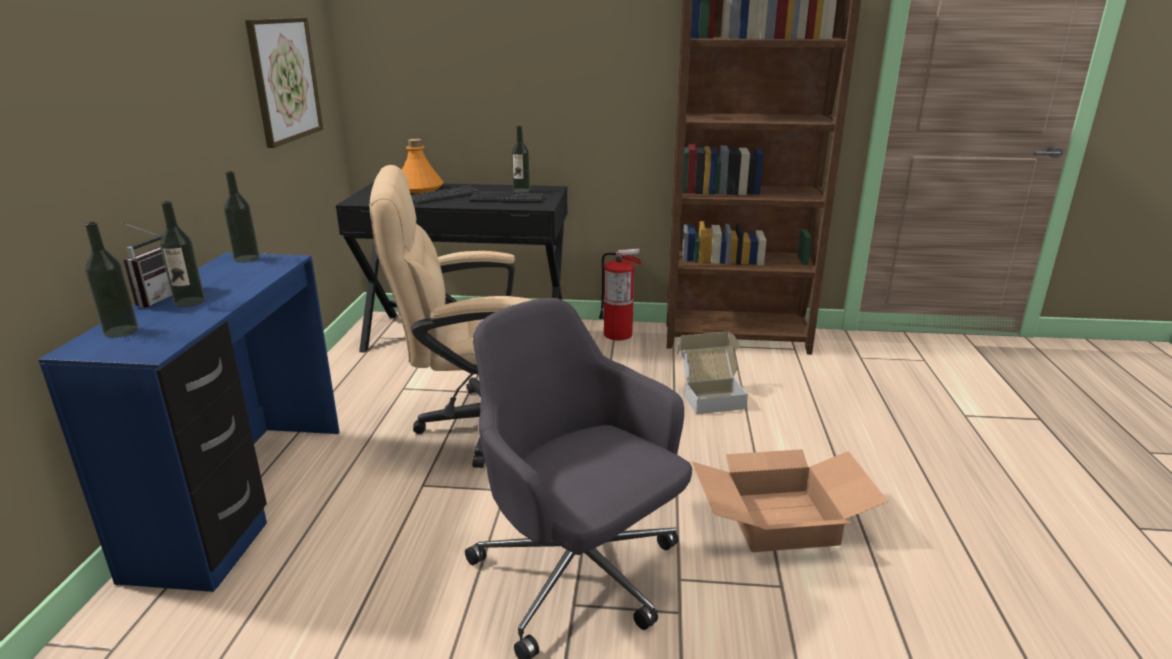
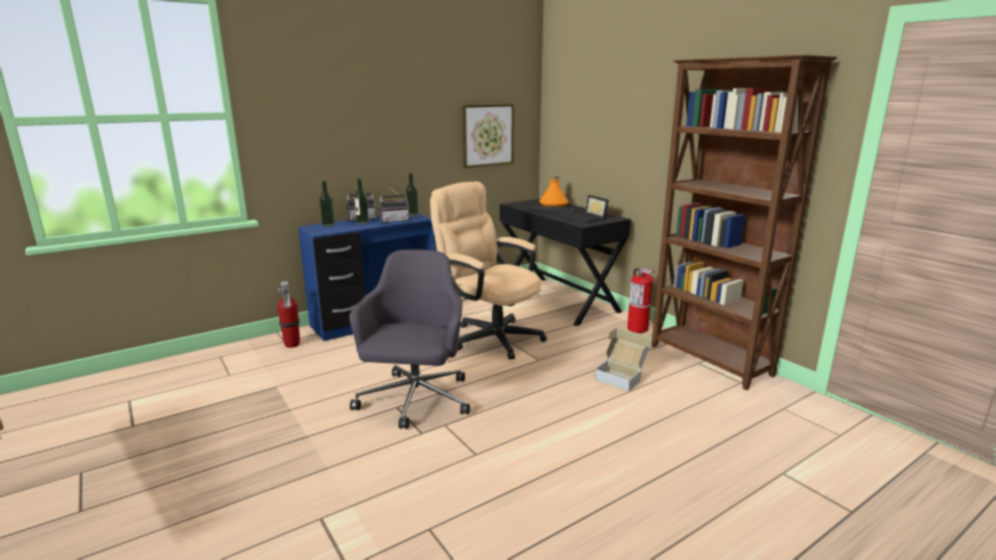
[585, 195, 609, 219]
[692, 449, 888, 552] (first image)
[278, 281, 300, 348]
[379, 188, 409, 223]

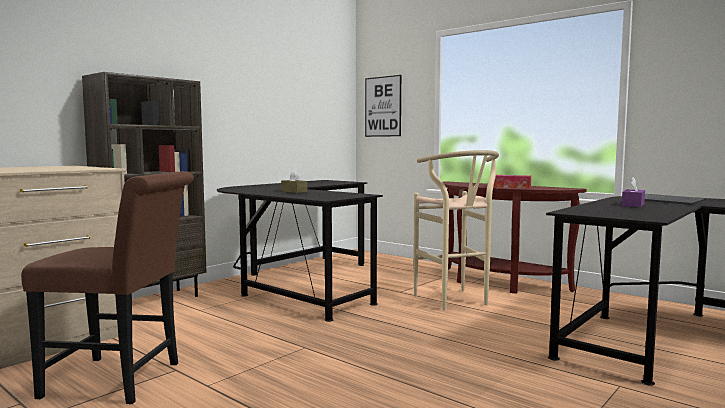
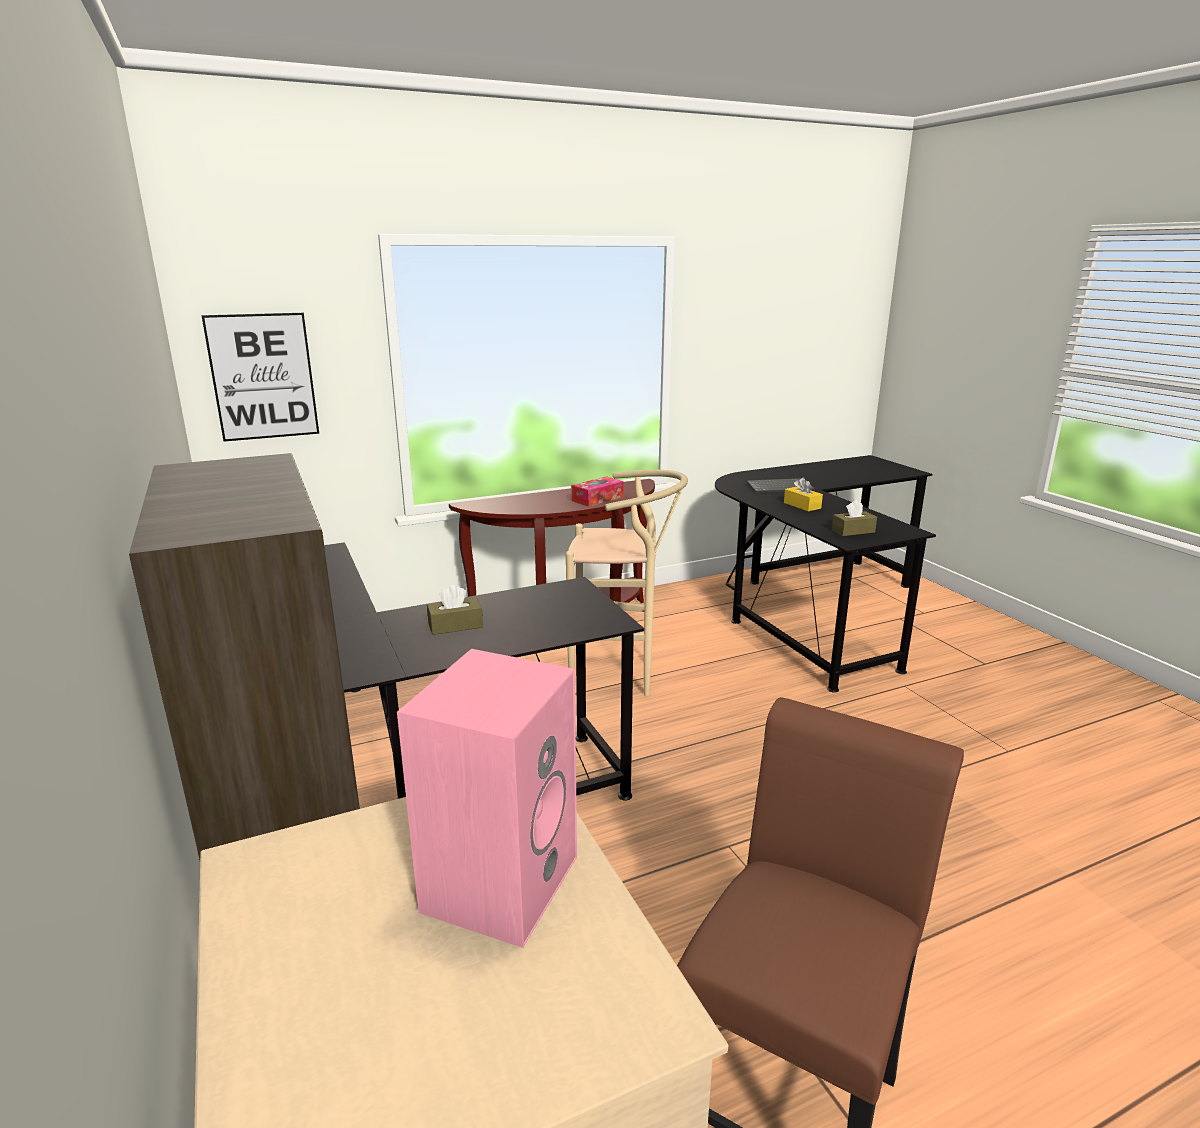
[784, 478, 823, 512]
[397, 649, 577, 948]
[832, 500, 877, 536]

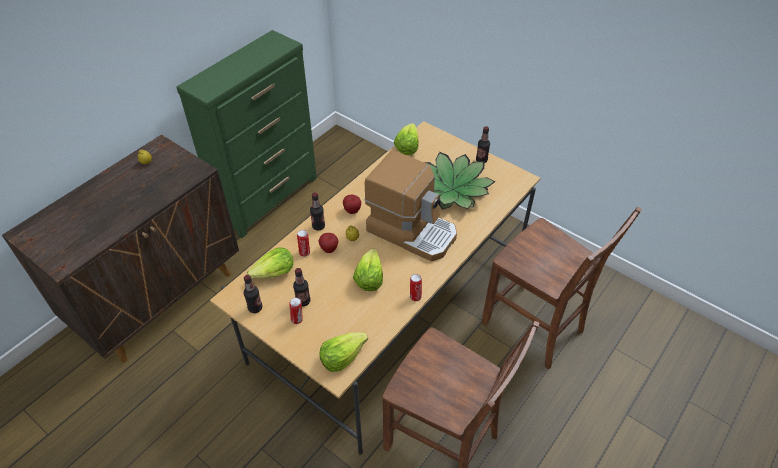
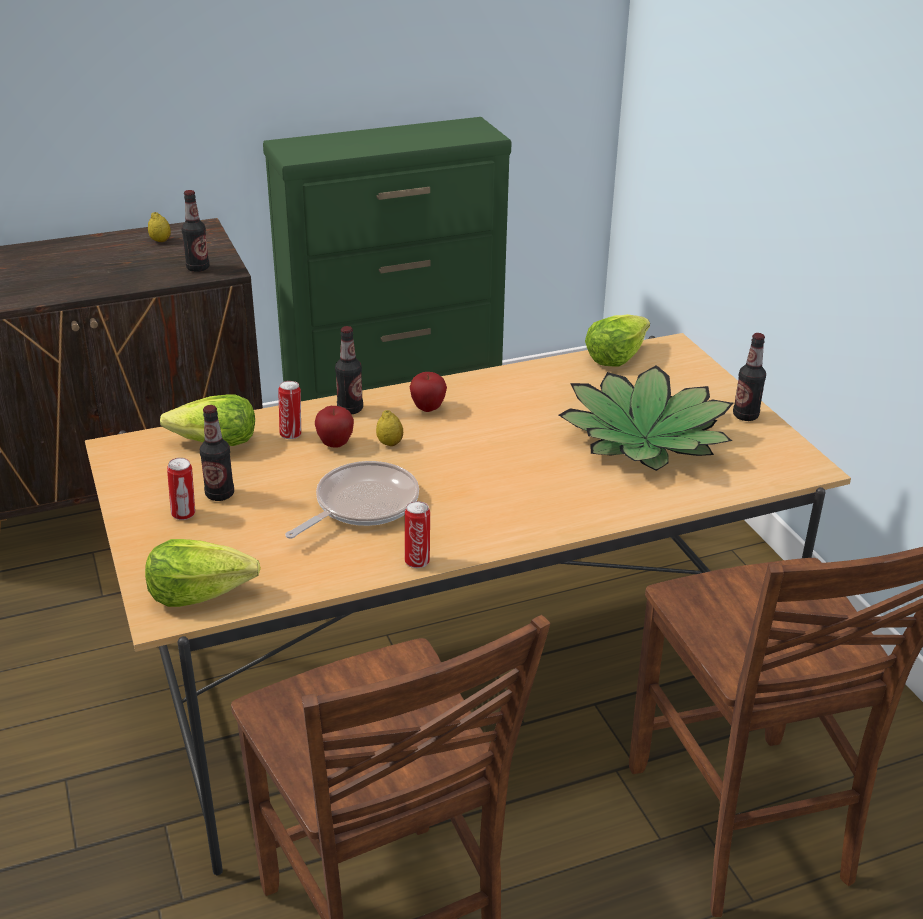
[182, 190, 209, 272]
[285, 461, 419, 539]
[365, 150, 457, 261] (first image)

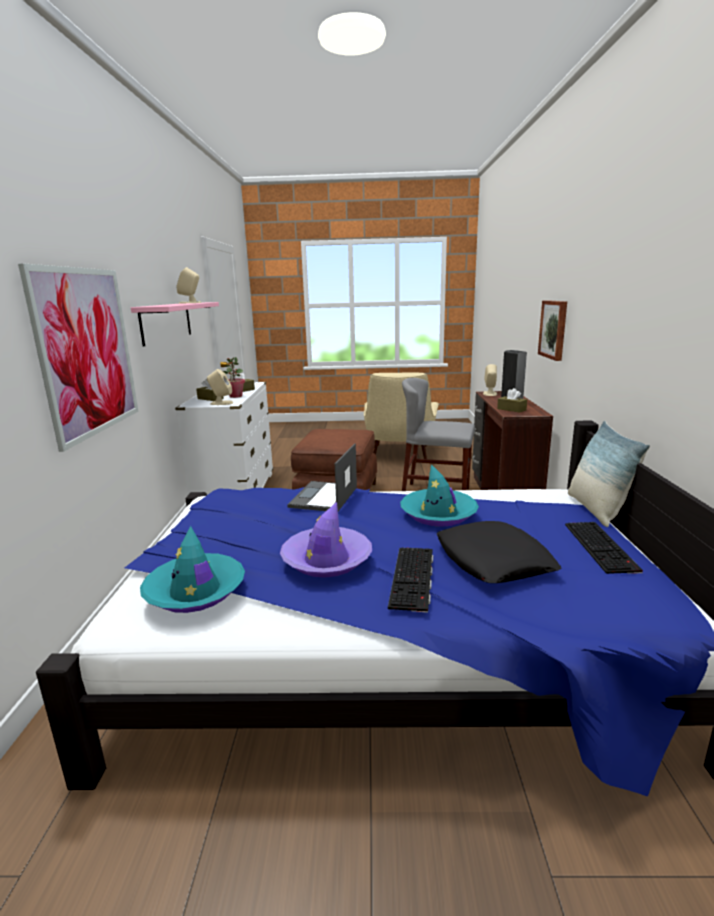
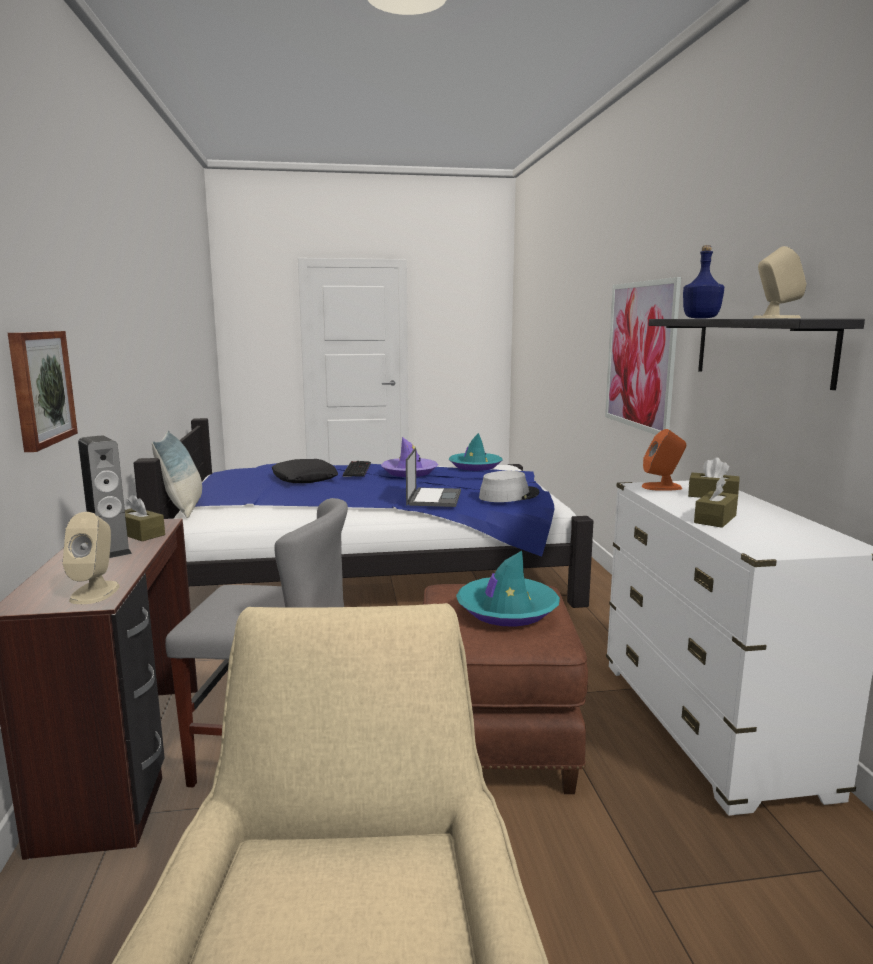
[648, 319, 865, 390]
[642, 429, 686, 491]
[223, 357, 245, 398] (first image)
[456, 551, 560, 627]
[565, 522, 643, 574] (first image)
[479, 471, 539, 502]
[683, 245, 724, 319]

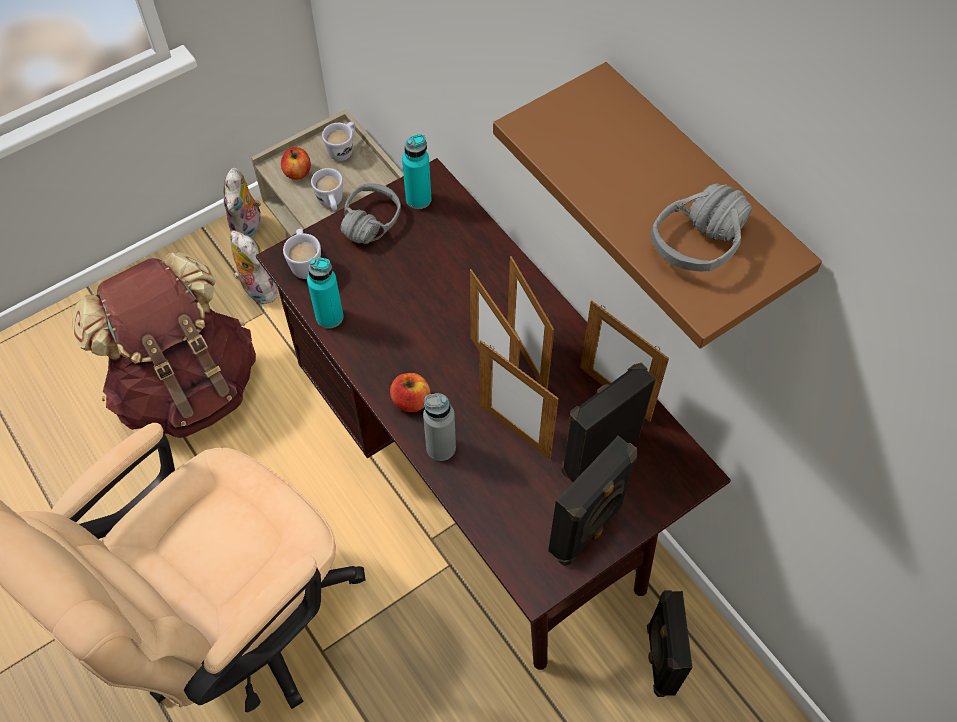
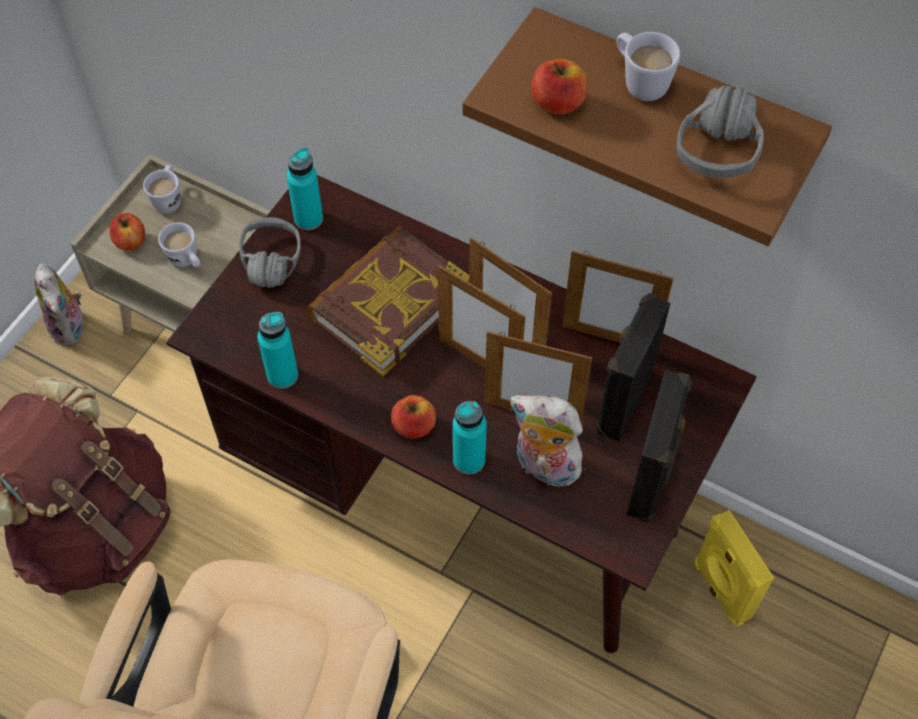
[510, 394, 583, 490]
[617, 32, 681, 101]
[453, 401, 487, 475]
[694, 510, 774, 627]
[306, 226, 469, 376]
[531, 59, 588, 114]

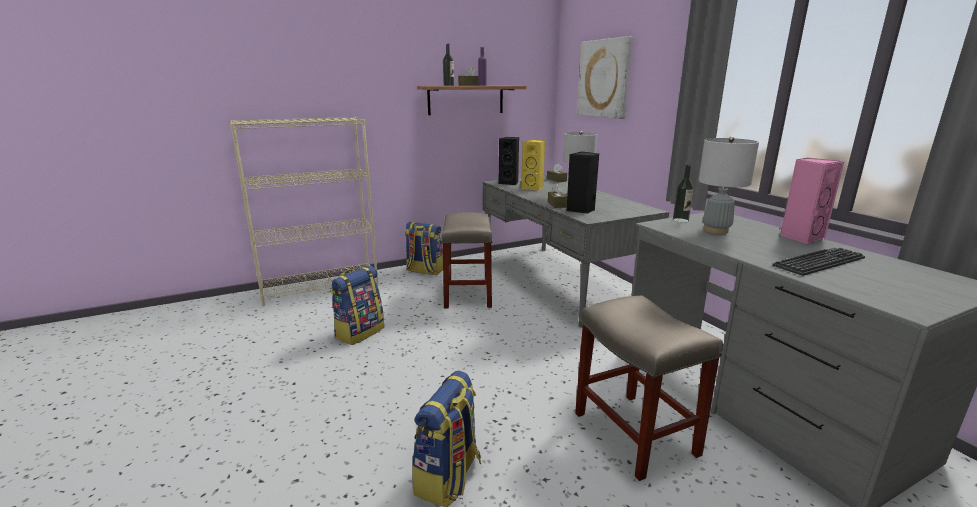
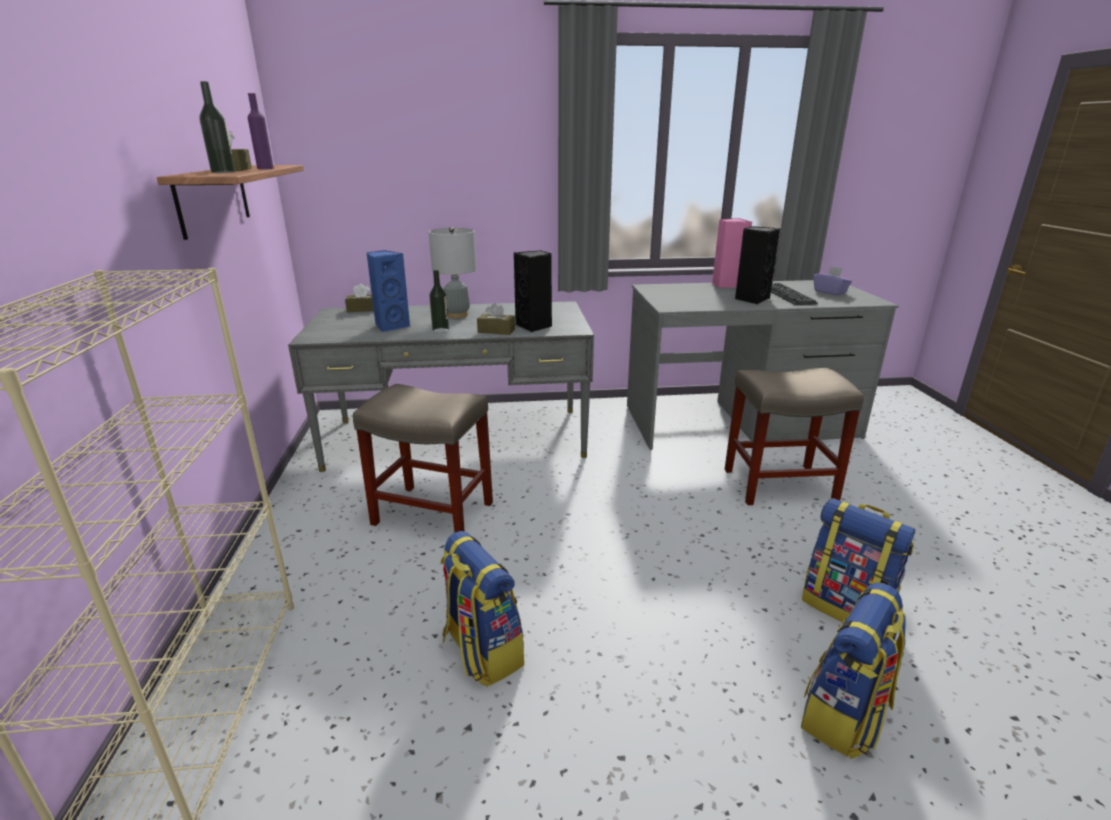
[801, 583, 906, 759]
[735, 226, 781, 304]
[366, 250, 410, 332]
[577, 36, 632, 119] (first image)
[429, 270, 449, 333]
[699, 136, 759, 234] (first image)
[814, 266, 852, 295]

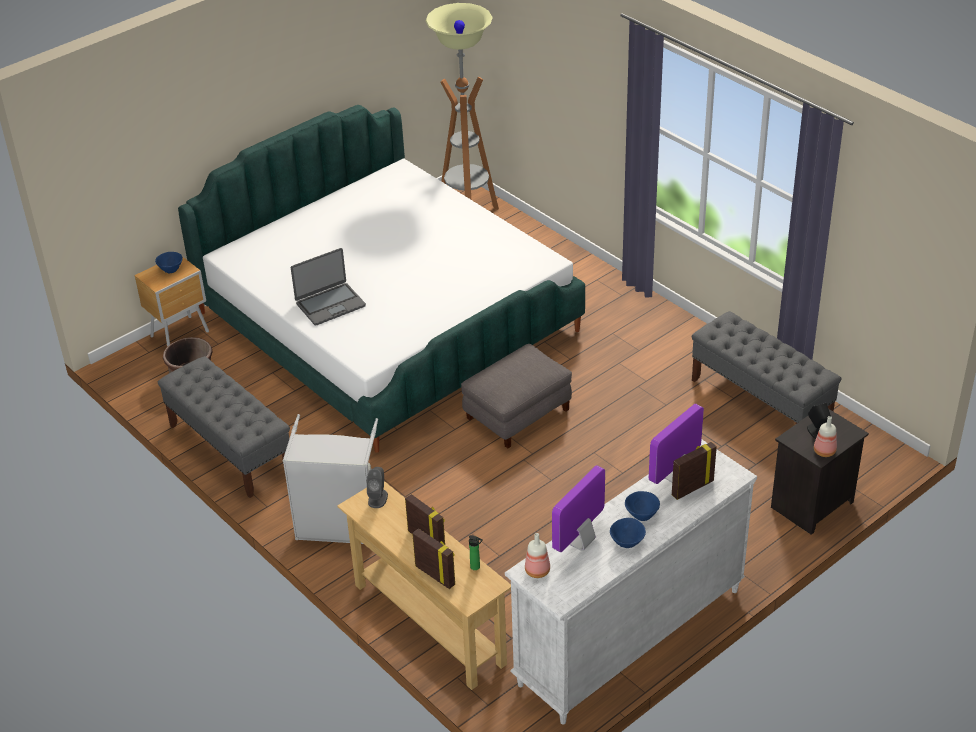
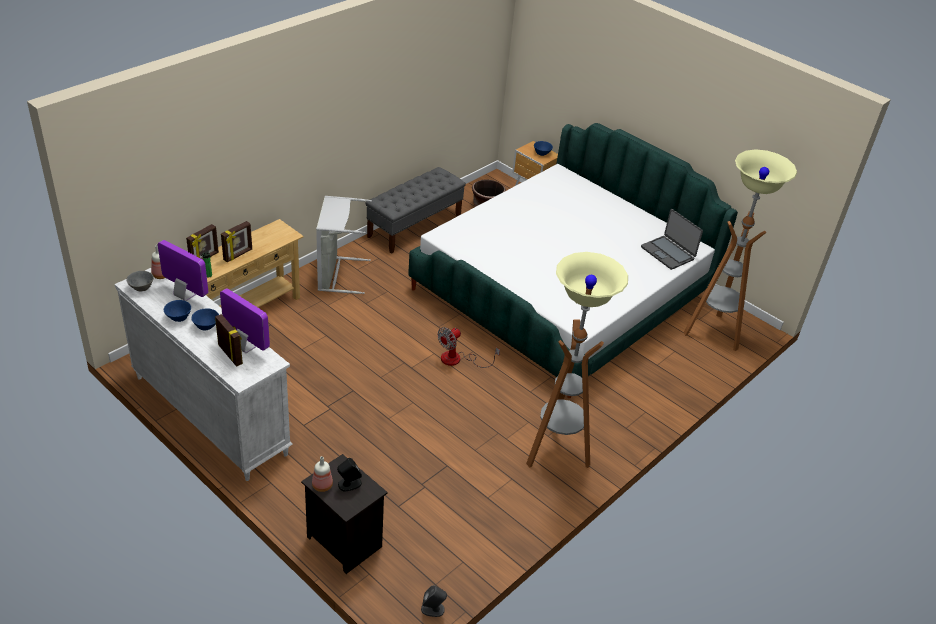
[641, 209, 703, 270]
[421, 585, 447, 617]
[437, 327, 500, 368]
[692, 311, 841, 424] (first image)
[127, 271, 154, 291]
[526, 252, 628, 468]

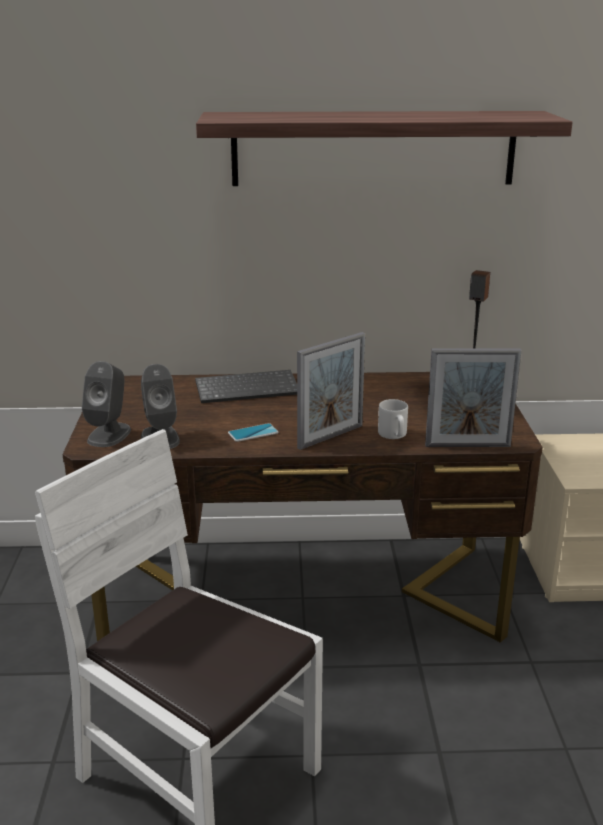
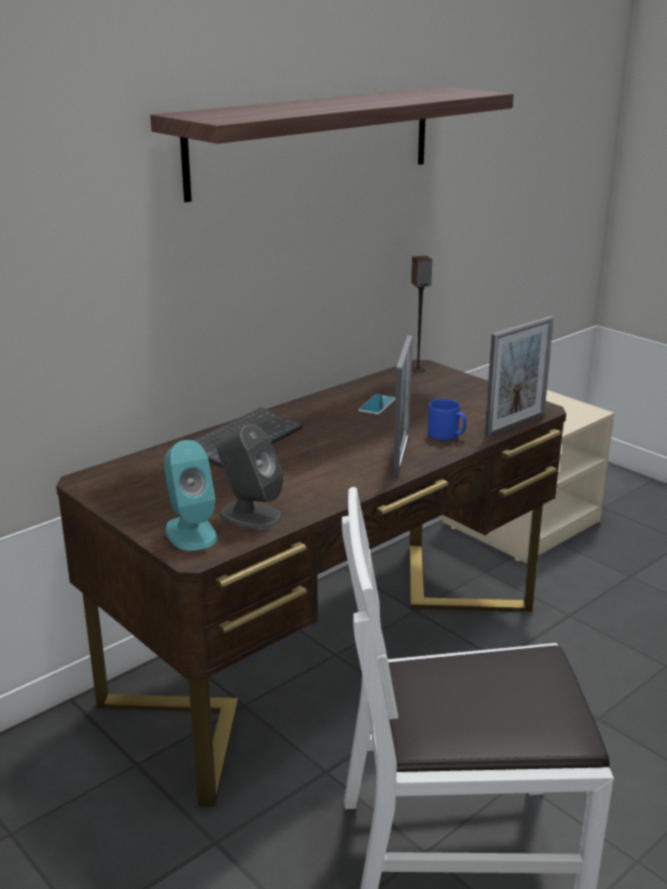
[164, 440, 217, 551]
[358, 394, 395, 415]
[428, 399, 466, 441]

